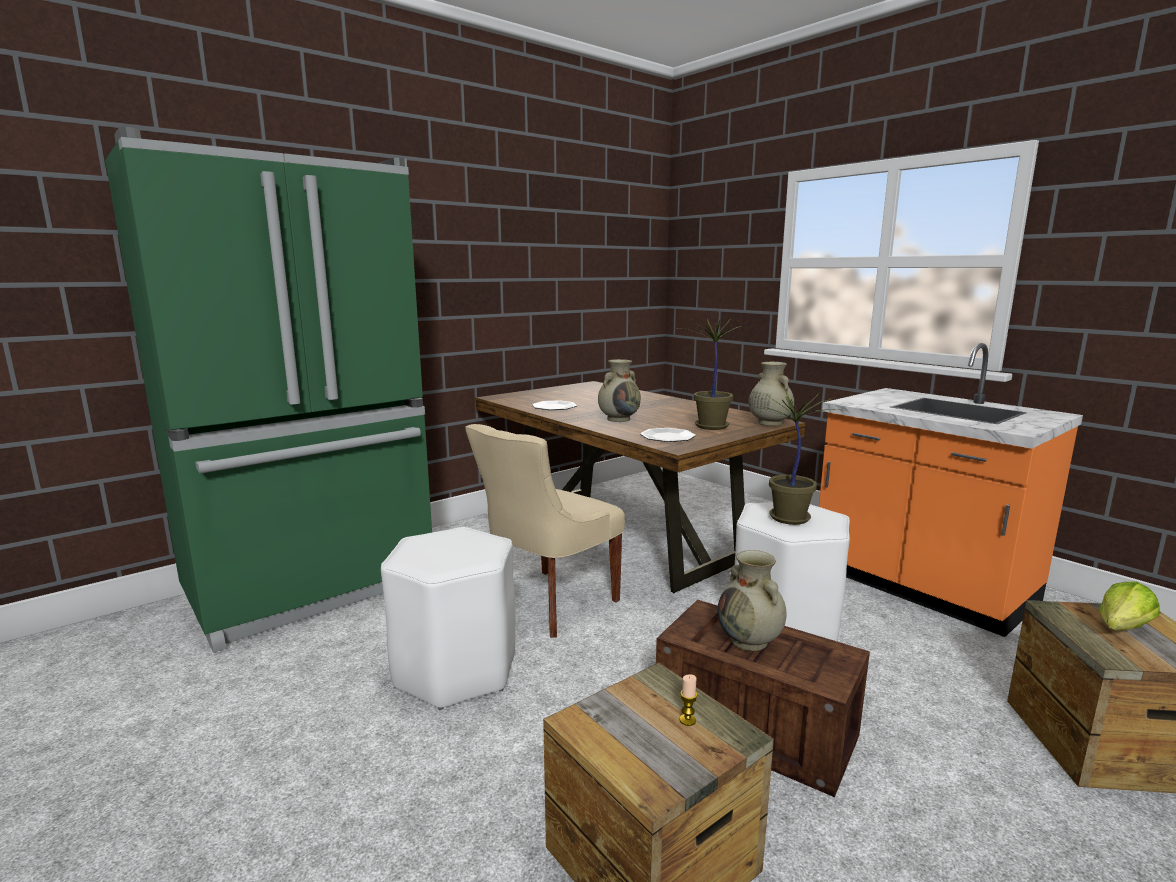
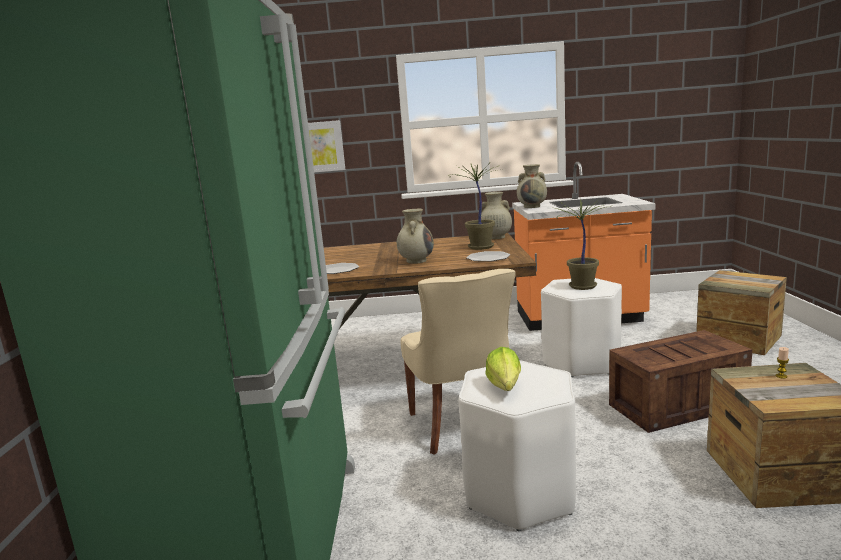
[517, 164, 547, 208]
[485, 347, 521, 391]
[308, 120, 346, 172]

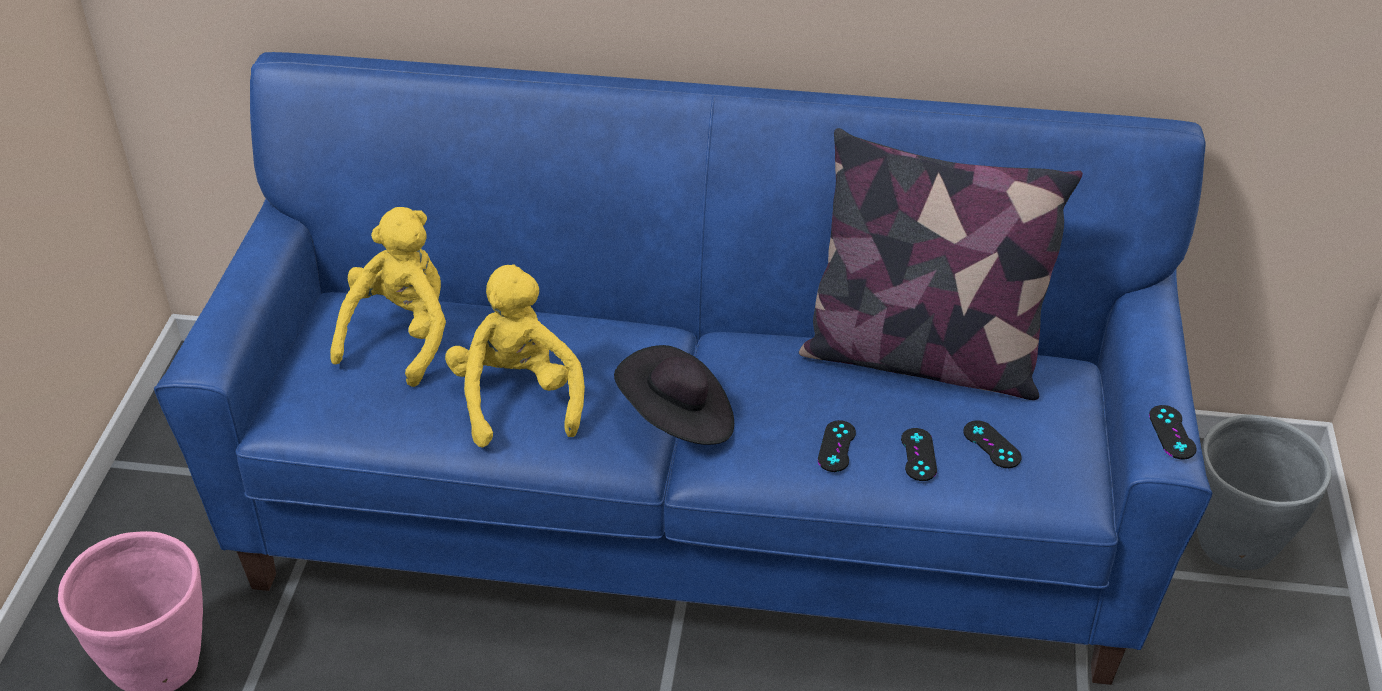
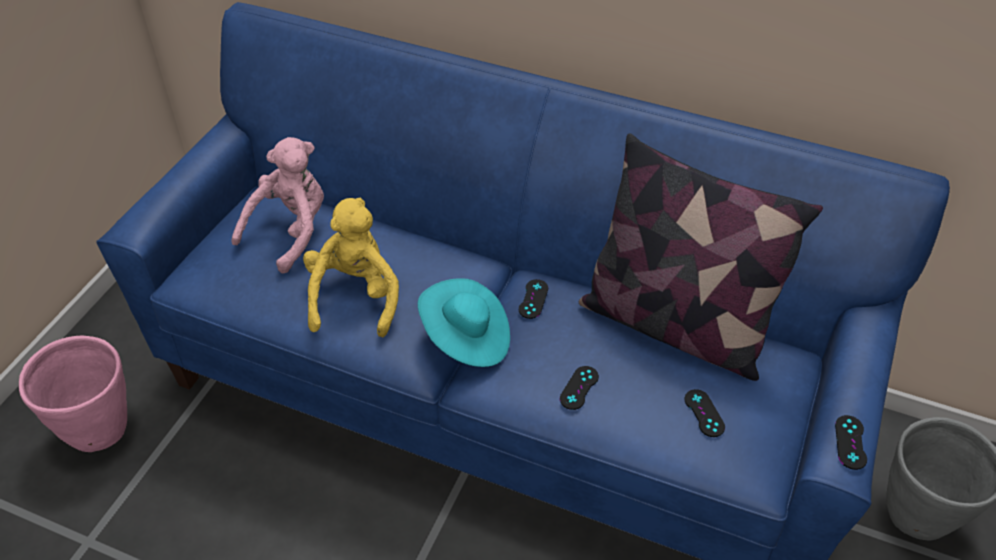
[231, 137, 324, 273]
[418, 278, 510, 367]
[519, 279, 548, 319]

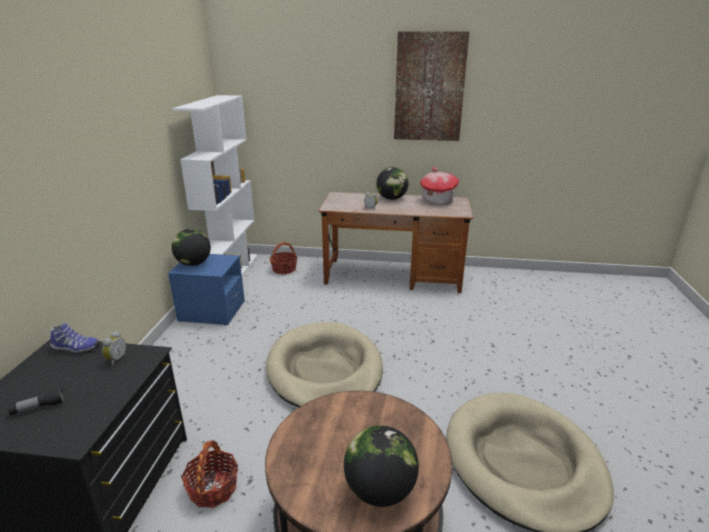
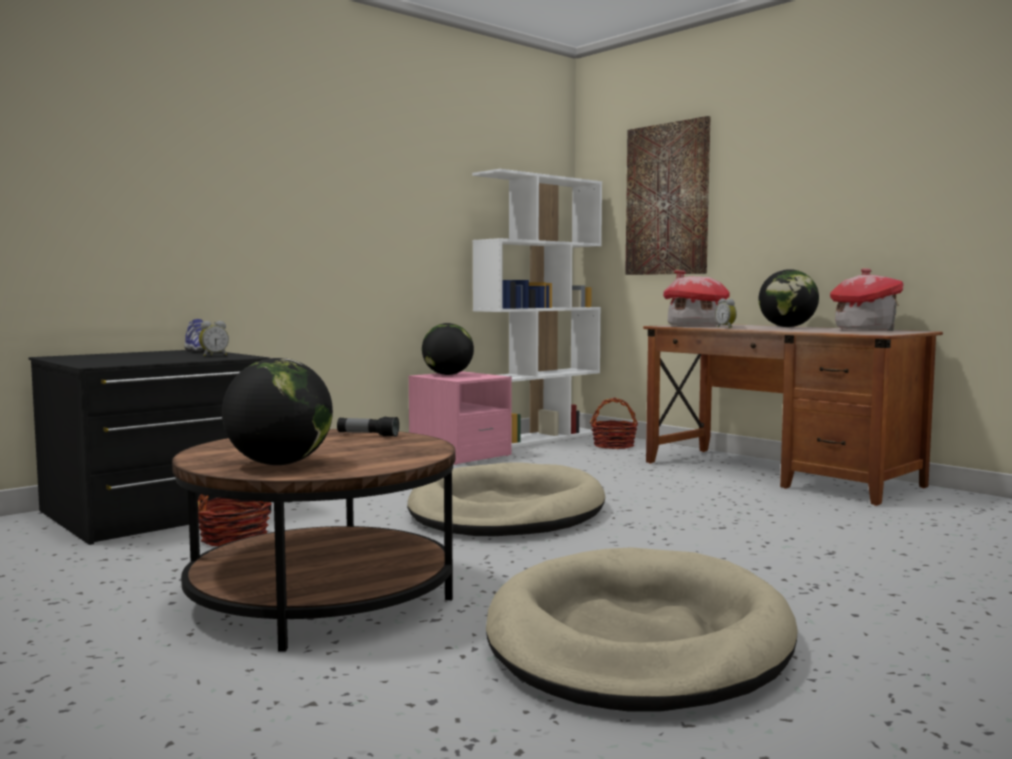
[337, 417, 399, 437]
[408, 371, 512, 465]
[625, 116, 710, 275]
[663, 270, 730, 325]

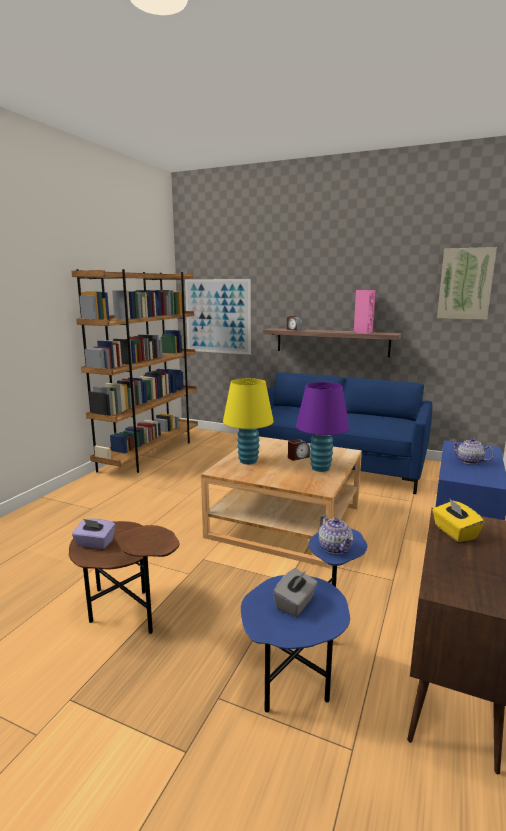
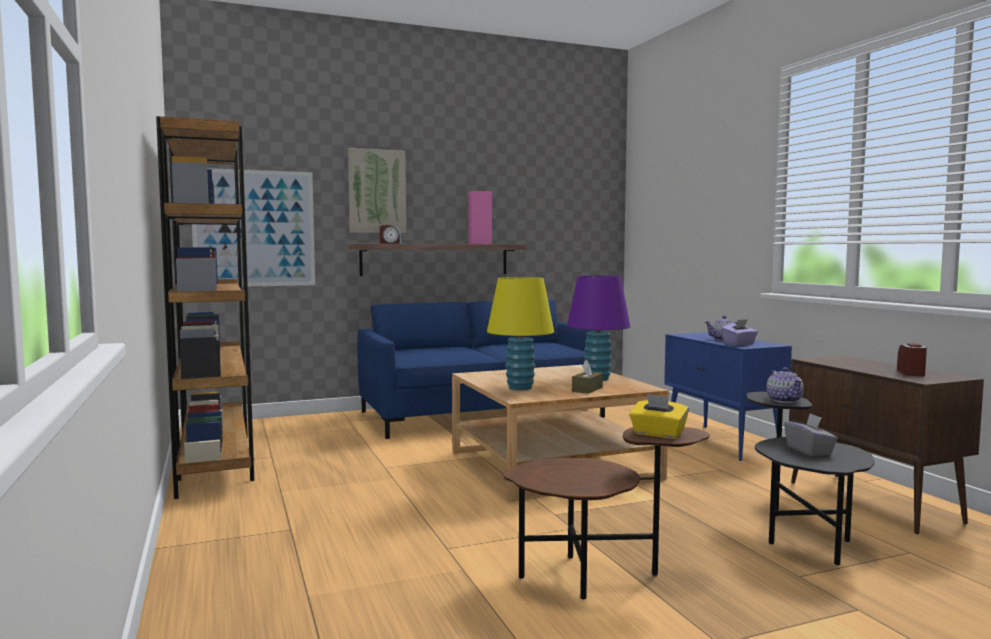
[721, 319, 758, 346]
[746, 392, 875, 565]
[897, 343, 927, 376]
[767, 367, 804, 403]
[629, 394, 689, 439]
[348, 148, 406, 233]
[572, 360, 603, 394]

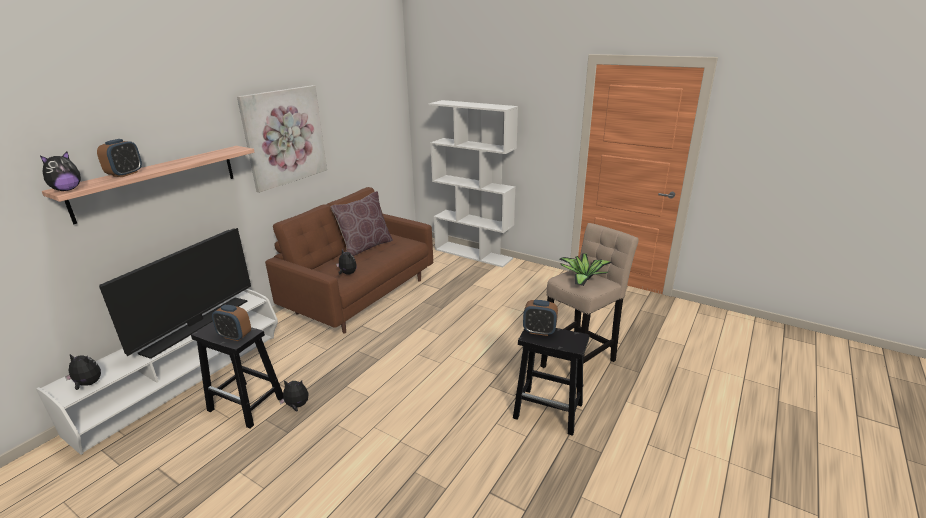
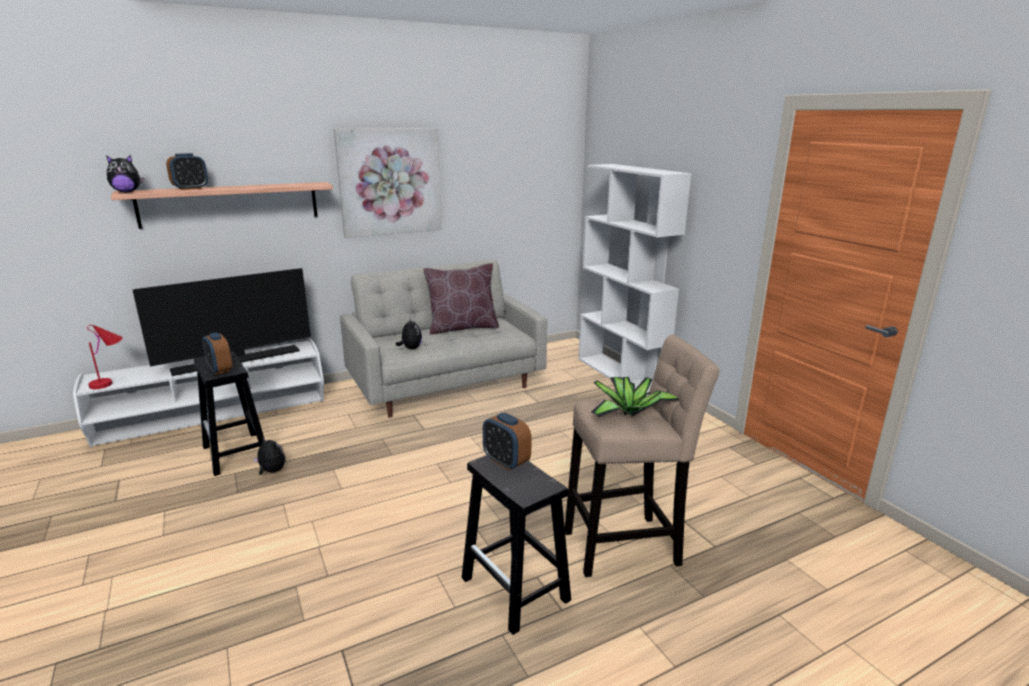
[87, 325, 123, 389]
[340, 259, 547, 418]

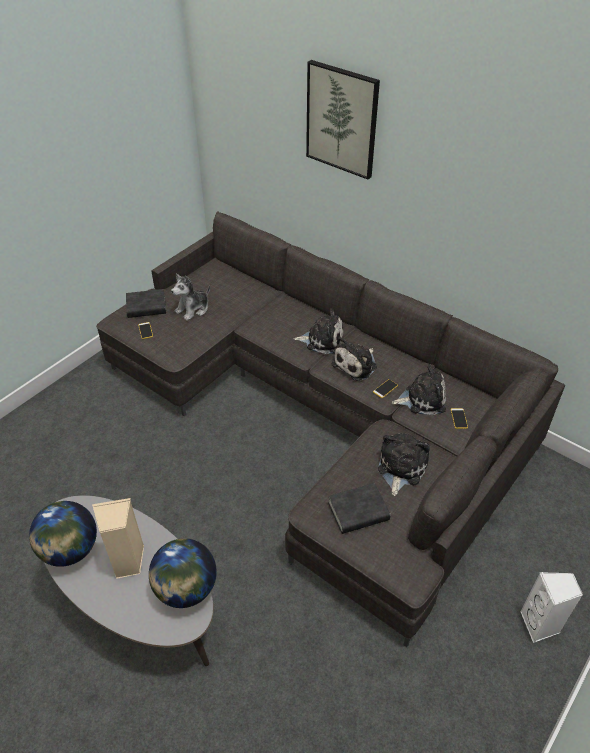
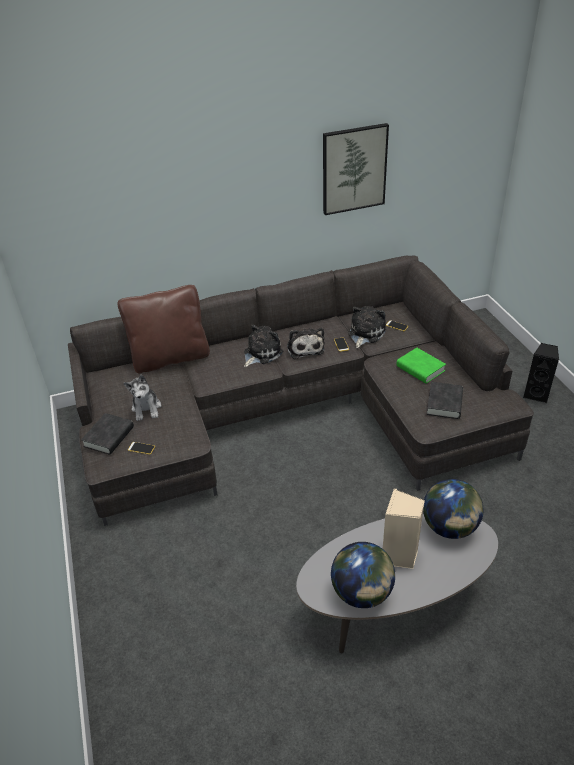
[323, 123, 389, 215]
[396, 348, 446, 384]
[523, 343, 559, 403]
[118, 285, 210, 374]

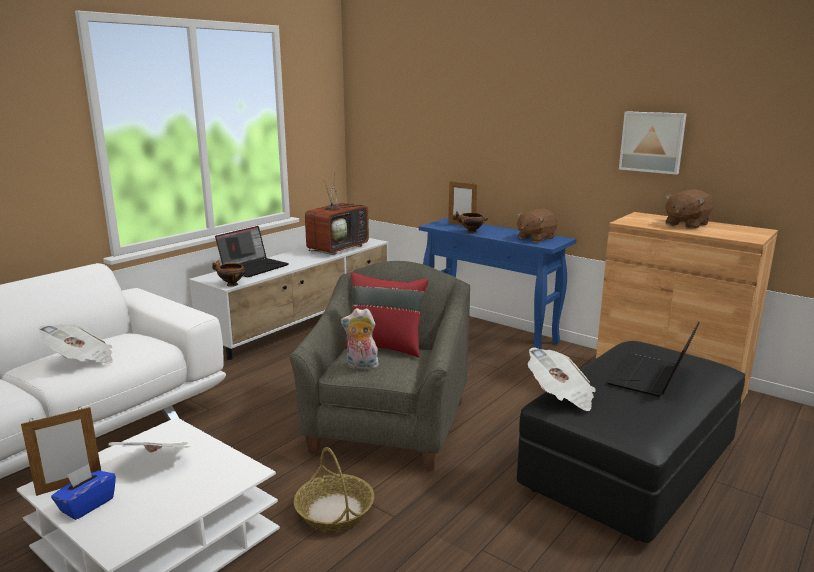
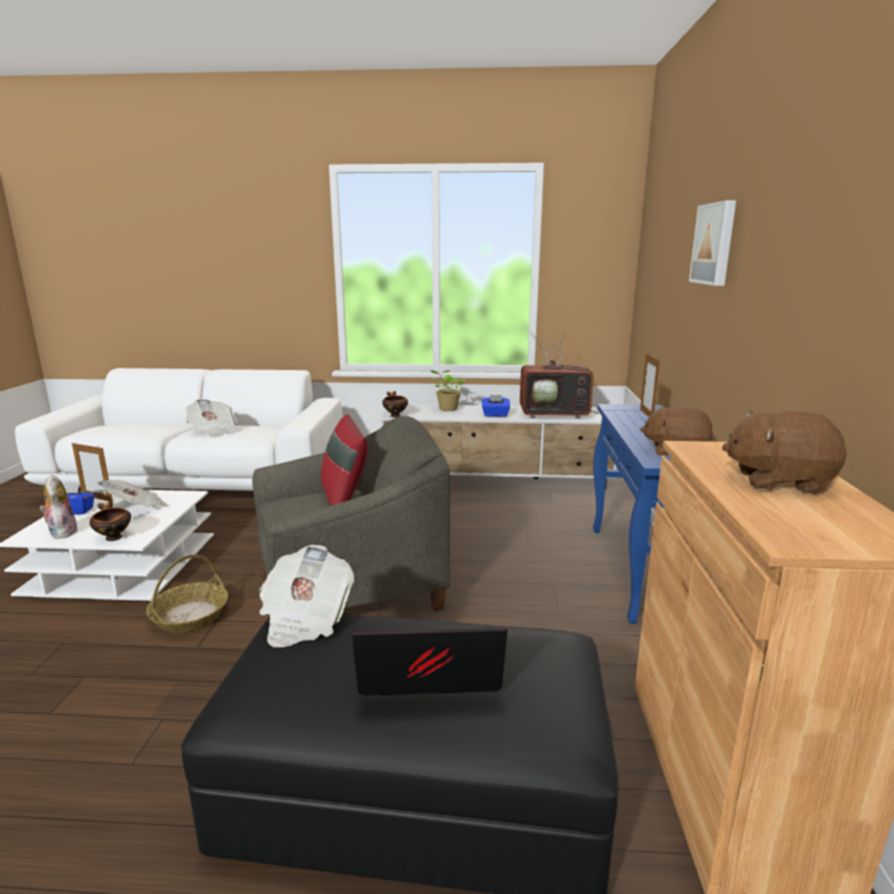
[430, 370, 466, 411]
[39, 474, 78, 539]
[90, 501, 131, 541]
[689, 200, 736, 286]
[482, 395, 510, 417]

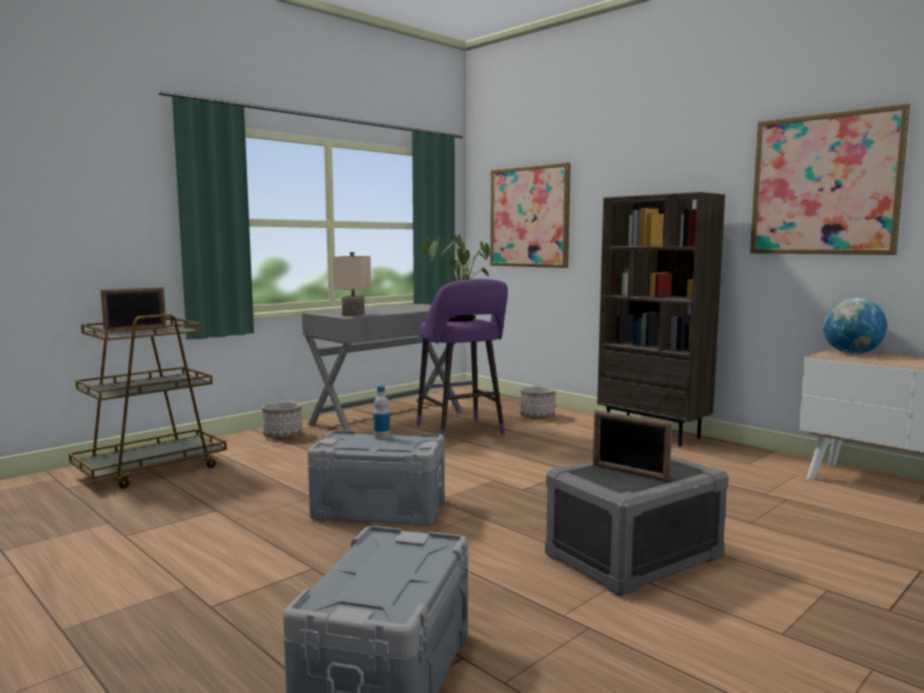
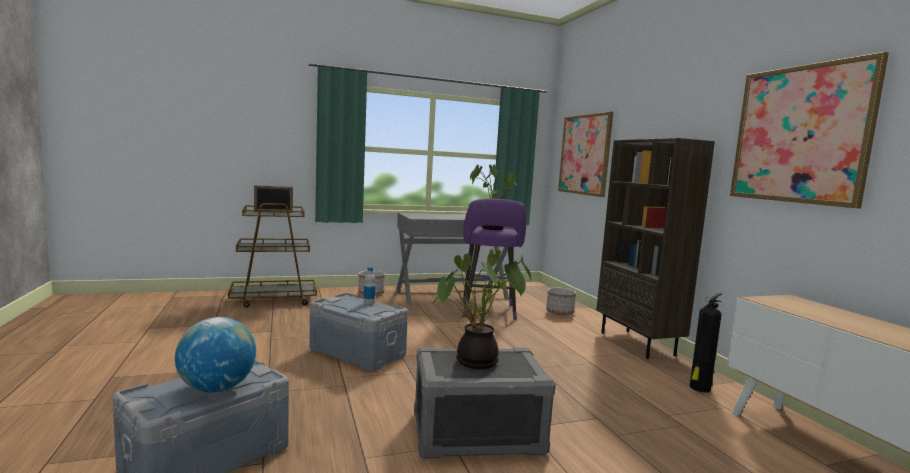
[333, 252, 371, 316] (first image)
[433, 249, 531, 369]
[175, 317, 256, 392]
[690, 293, 722, 392]

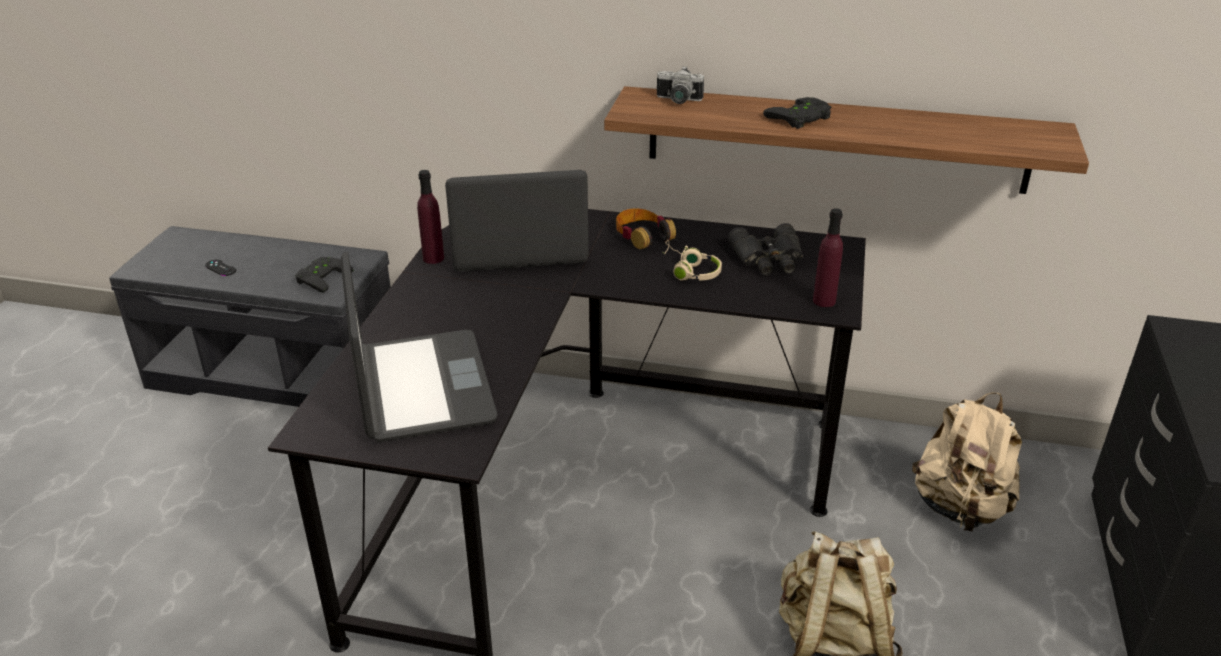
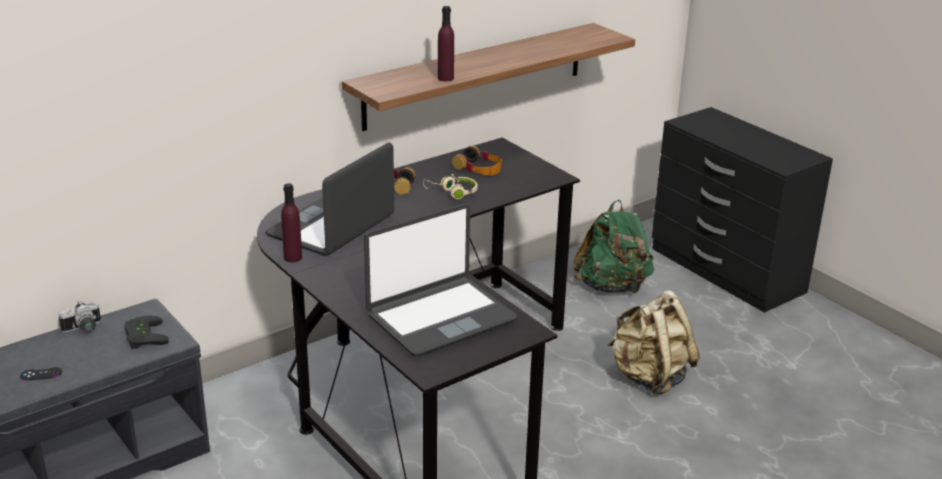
[364, 204, 517, 357]
[59, 300, 101, 333]
[452, 145, 502, 176]
[763, 97, 831, 129] (first image)
[438, 6, 454, 81]
[573, 200, 654, 294]

